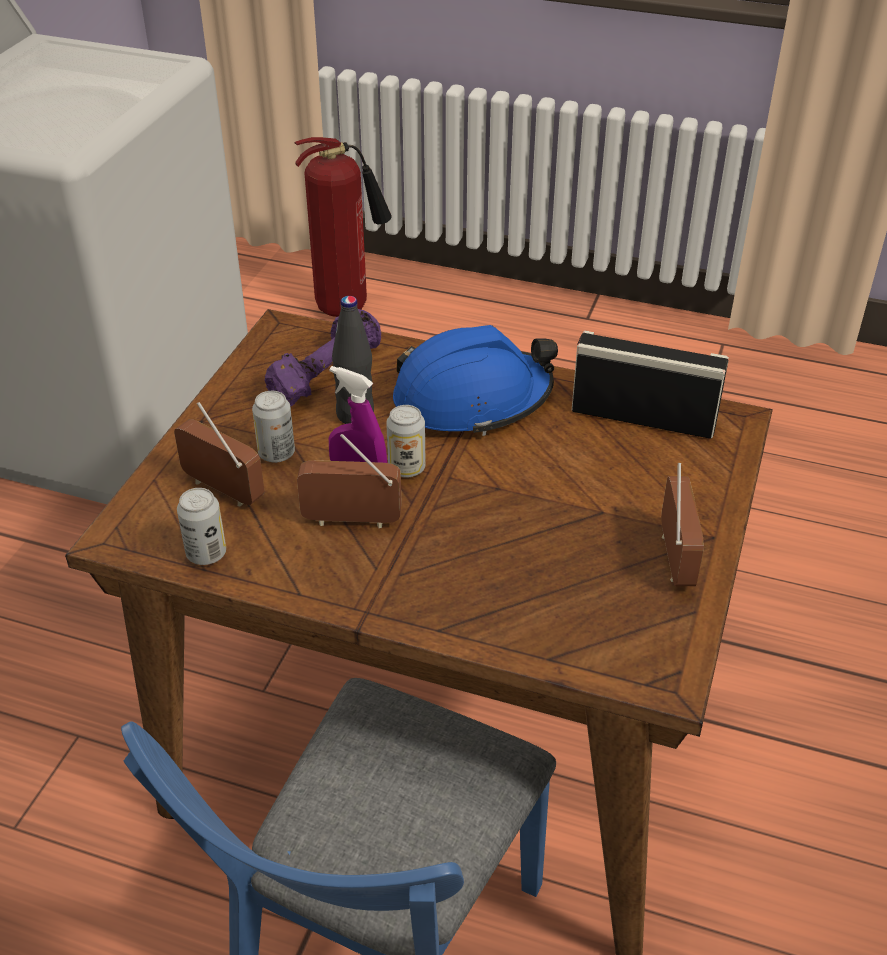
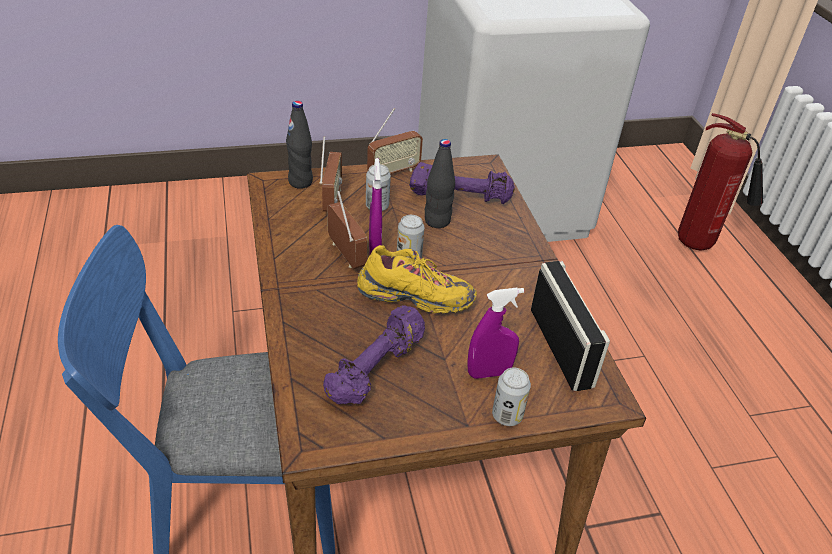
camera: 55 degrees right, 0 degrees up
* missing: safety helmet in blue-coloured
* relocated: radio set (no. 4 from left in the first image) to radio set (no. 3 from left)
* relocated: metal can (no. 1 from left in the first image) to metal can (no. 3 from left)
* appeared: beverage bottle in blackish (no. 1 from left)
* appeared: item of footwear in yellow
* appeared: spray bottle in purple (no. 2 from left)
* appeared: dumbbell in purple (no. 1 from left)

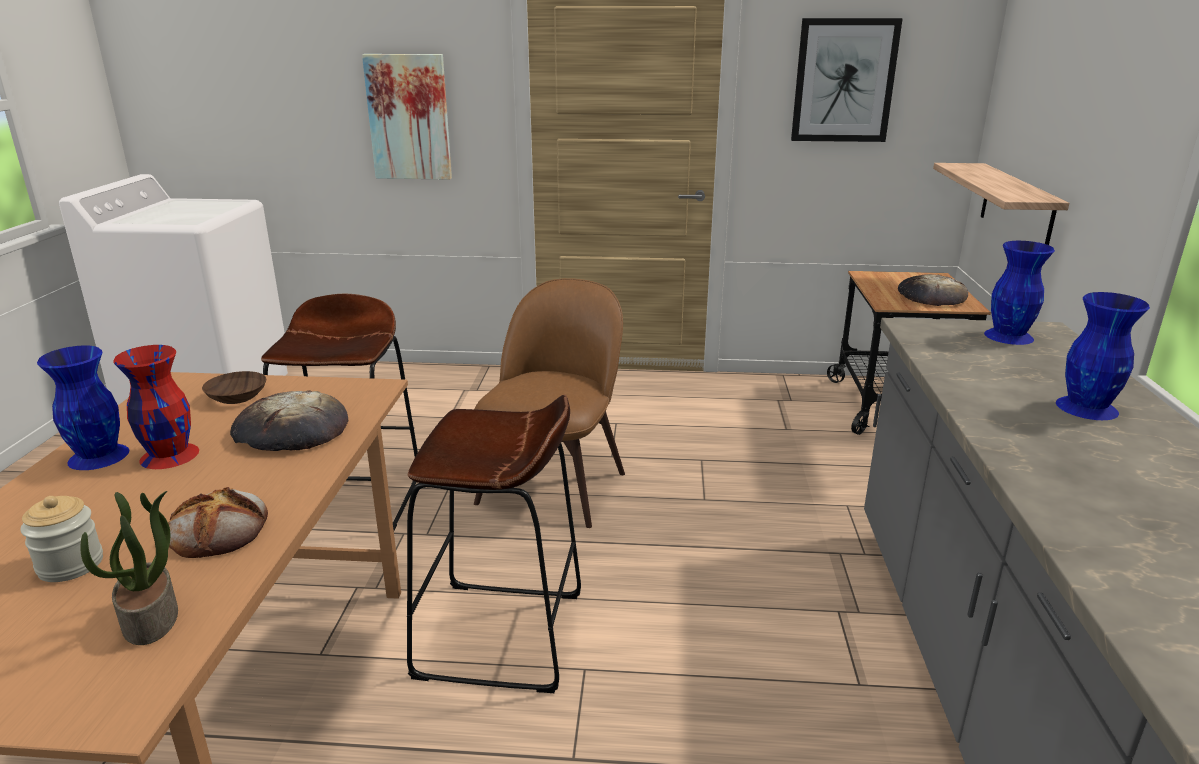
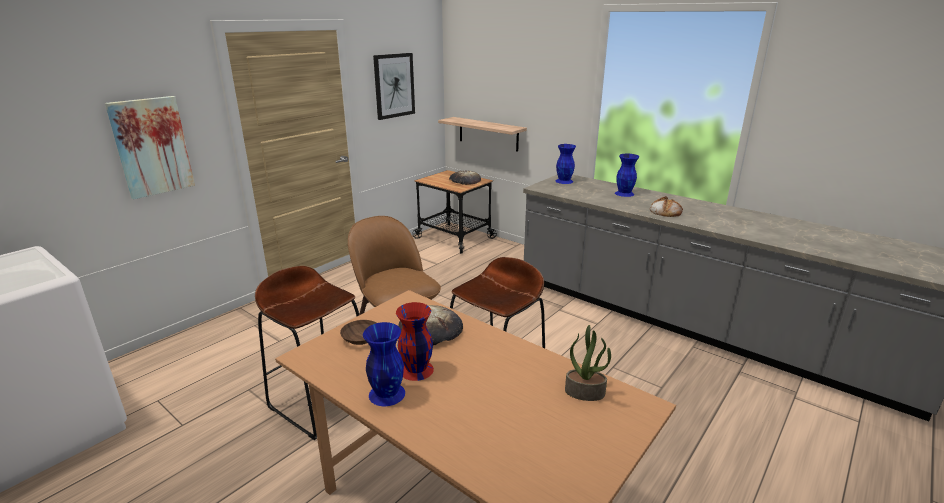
camera: 55 degrees left, 0 degrees up
* relocated: bakery bread (no. 1 from left in the first image) to bakery bread (no. 3 from left)
* missing: jar

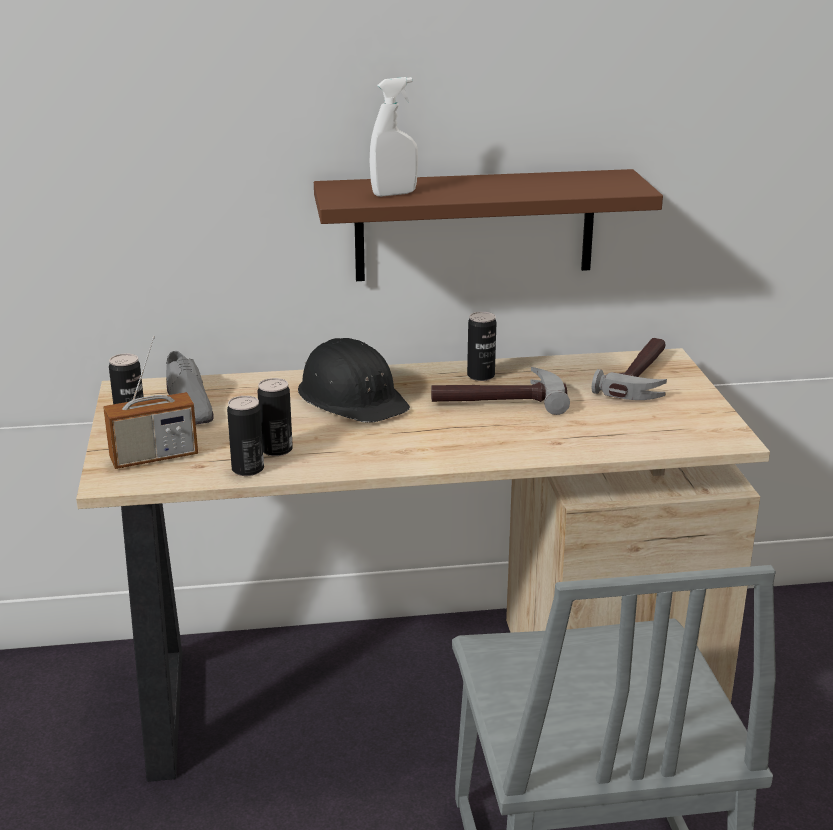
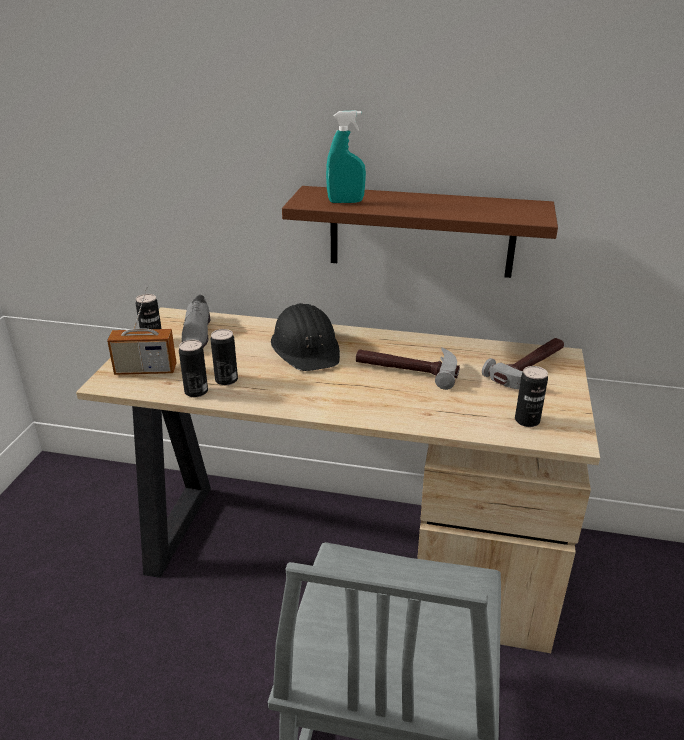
camera: 20 degrees right, 5 degrees up
* colour: spray bottle in whitish to spray bottle in turquoise-coloured
* relocated: metal can (no. 4 from left)

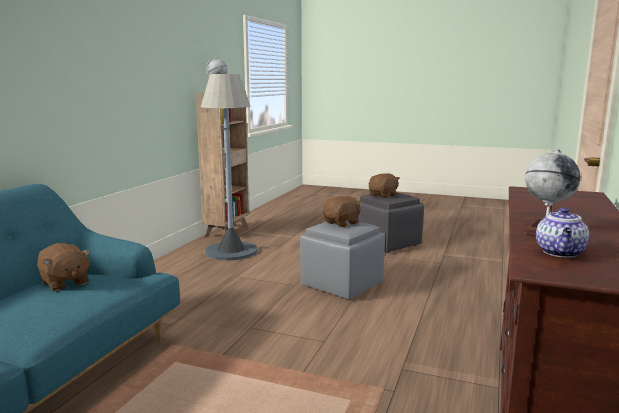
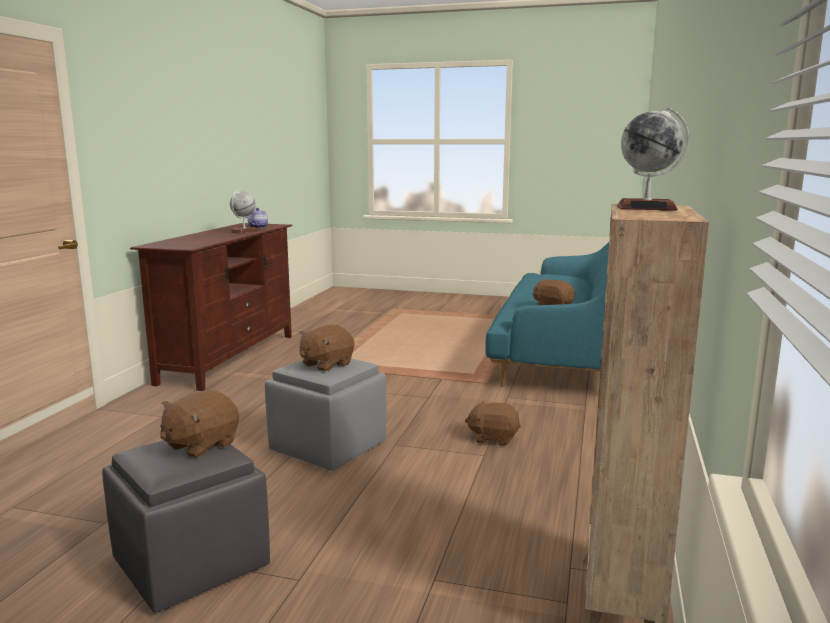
camera: 175 degrees right, 0 degrees up
* missing: standard lamp in grey
* appeared: soft toy in brown-coloured (no. 3 from left)

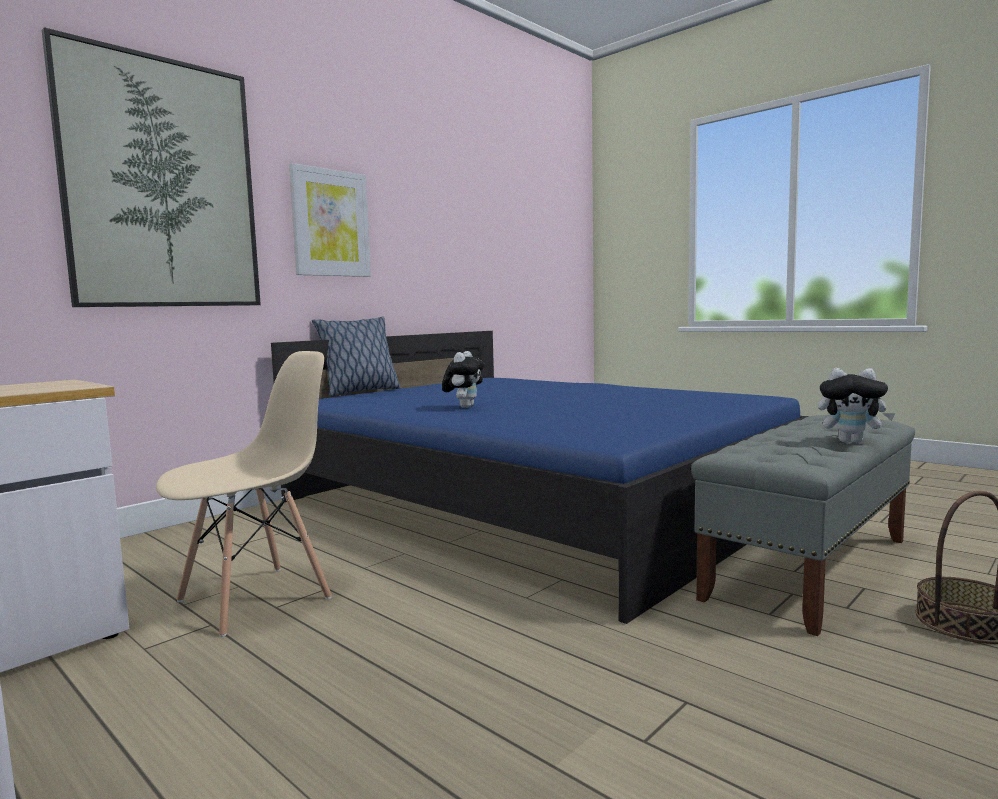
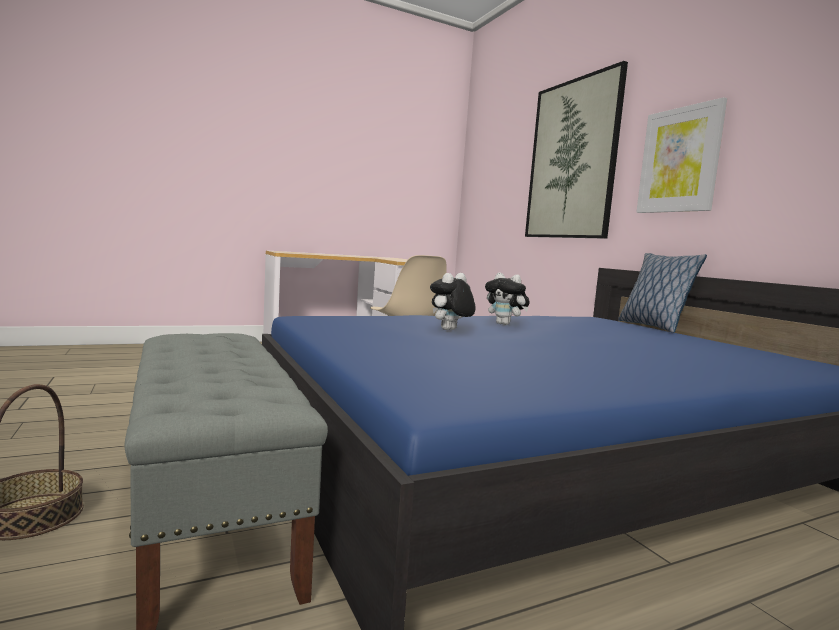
camera: 110 degrees right, 0 degrees up
* relocated: soft toy (no. 2 from left in the first image) to soft toy (no. 1 from left)

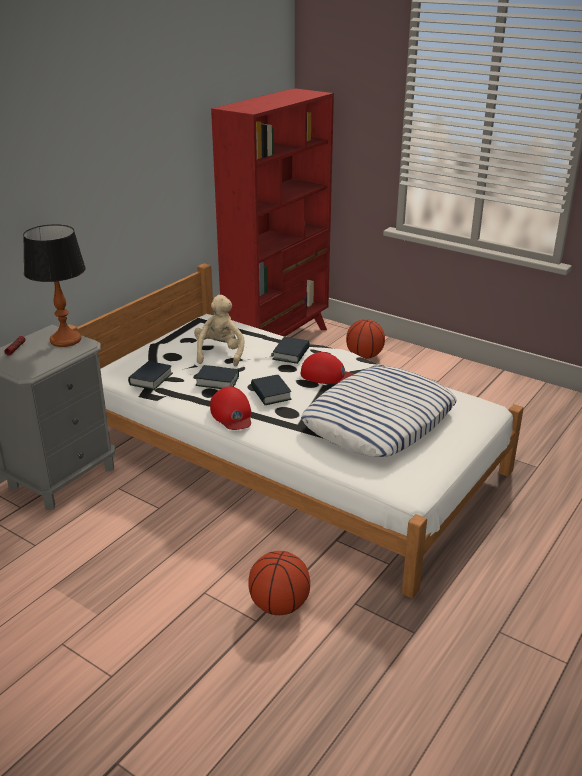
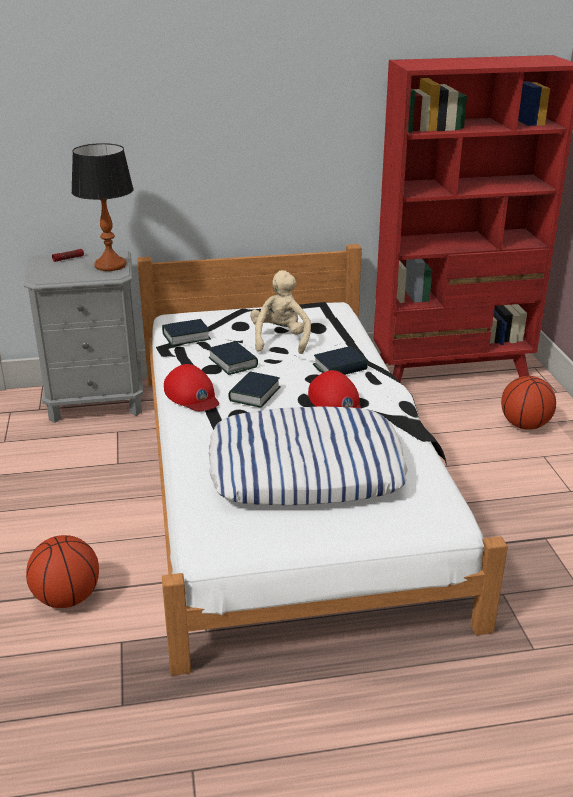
camera: 45 degrees right, 0 degrees up
* spun: soft toy in beige 45 degrees counterclockwise
* spun: cap in red-coloured (no. 1 from left) 60 degrees counterclockwise

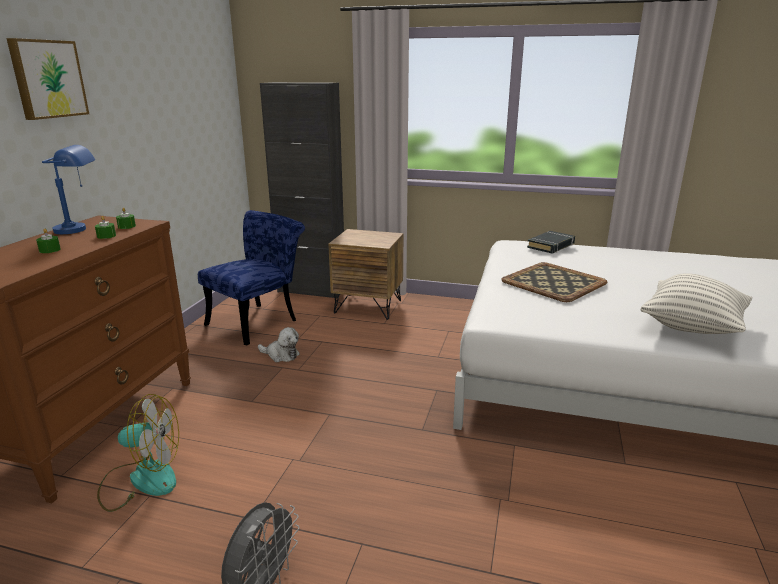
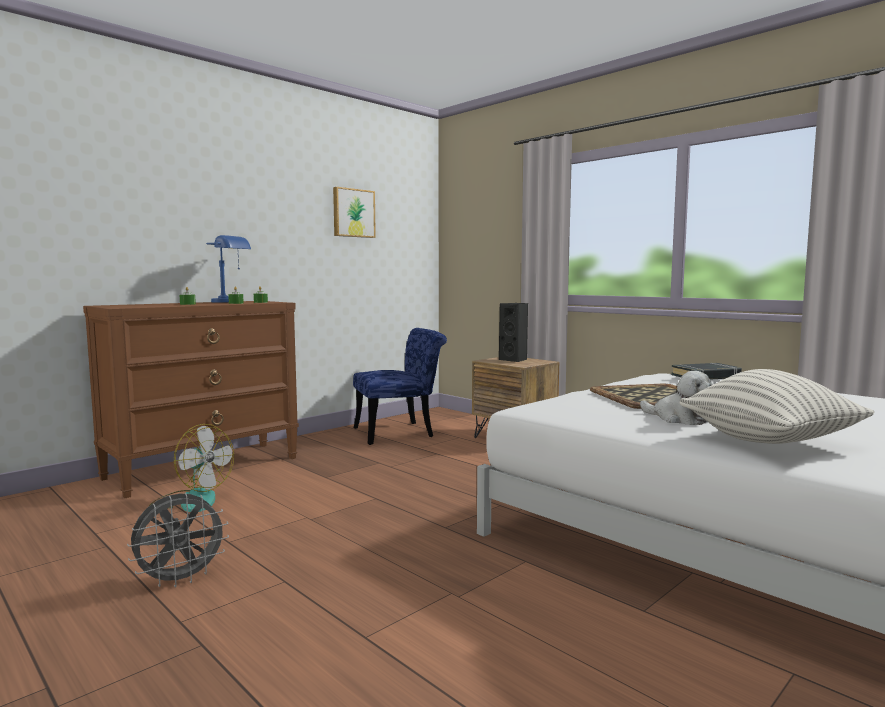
camera: 30 degrees right, 15 degrees down
* relocated: wall picture
* missing: storage cabinet in blackish
* relocated: soft toy
* appeared: audio speaker in blackish

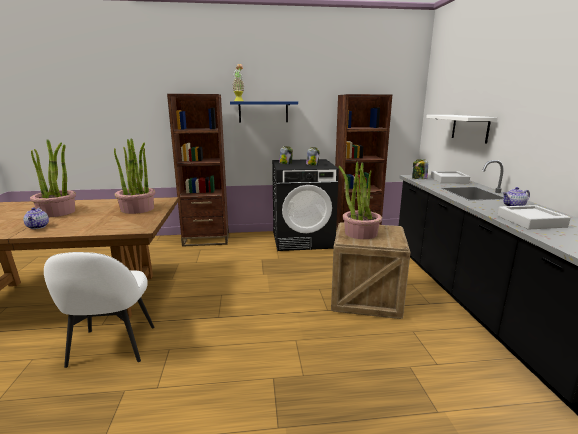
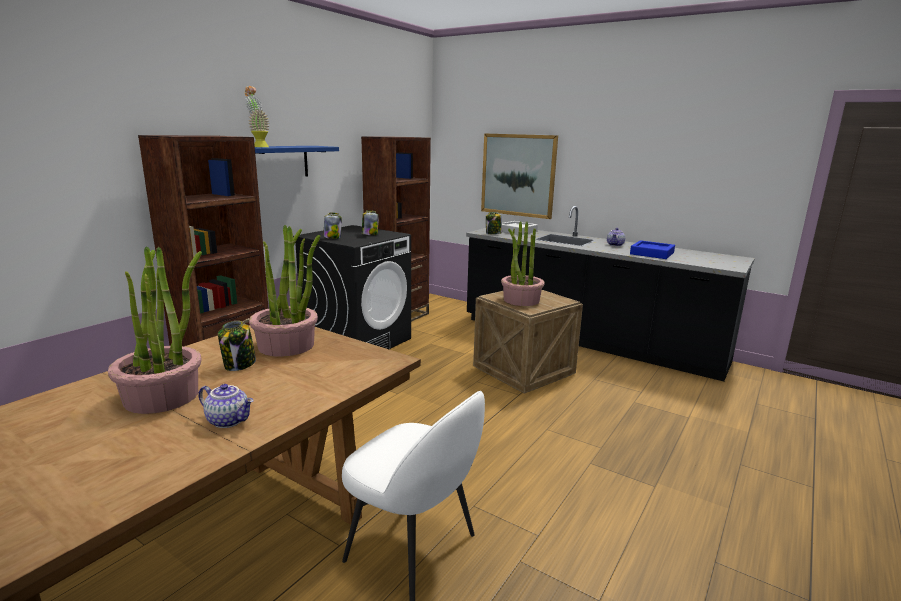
camera: 50 degrees left, 0 degrees up
* exchanged: shelf in whitish to wall picture
* colour: tray in grey (no. 2 from left) to tray in blue-coloured
* appeared: jar (no. 1 from left)

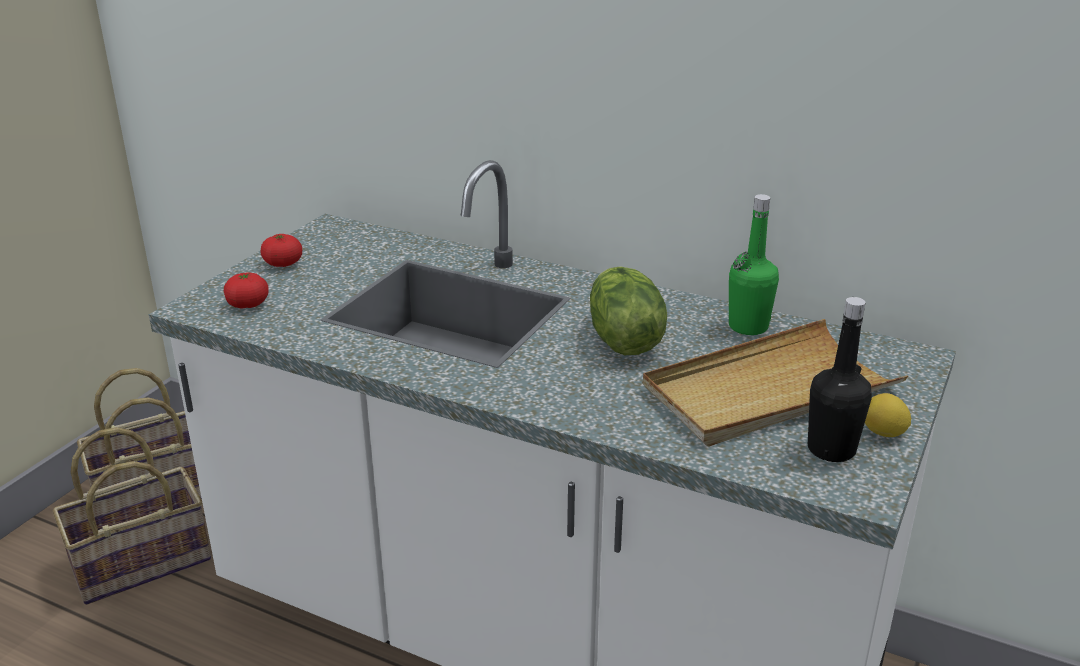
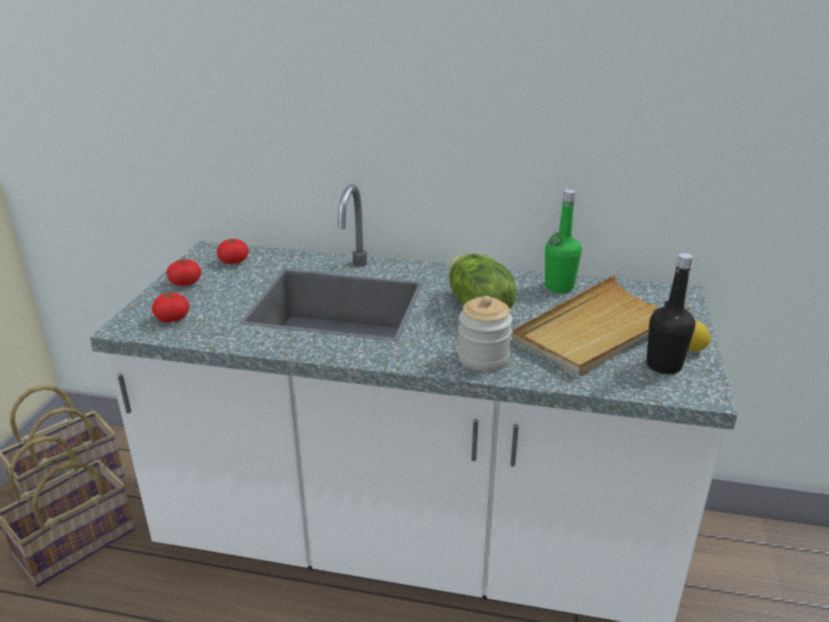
camera: 15 degrees left, 0 degrees up
* appeared: tomato (no. 3 from left)
* appeared: jar

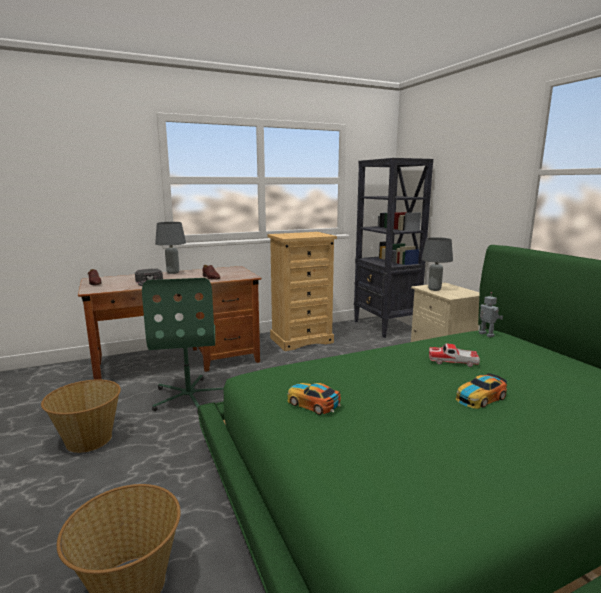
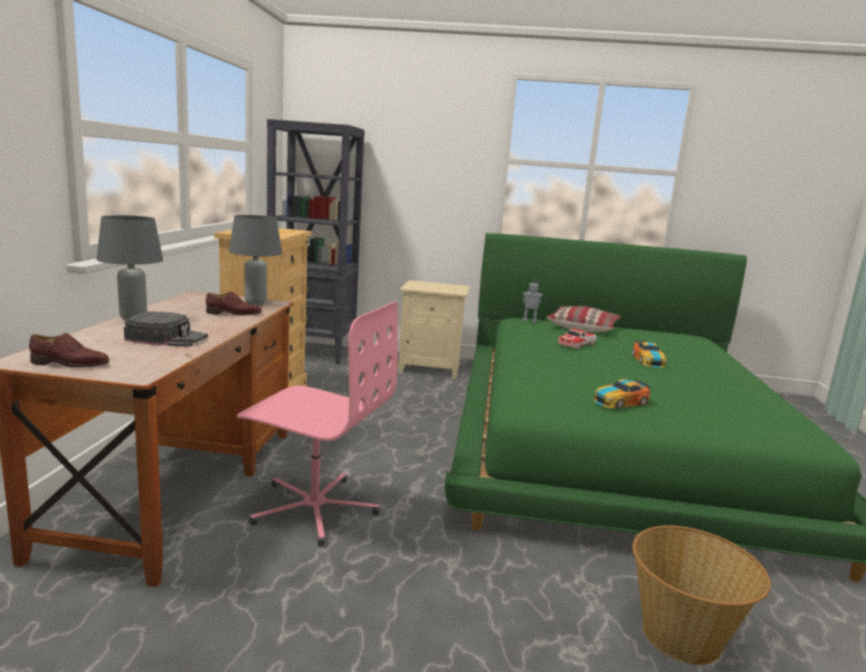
camera: 60 degrees left, 0 degrees up
* relocated: lamp for a table in grey (no. 2 from left)
* colour: desk chair in greenish to desk chair in pink
* missing: basket (no. 1 from left)
* appeared: cushion

